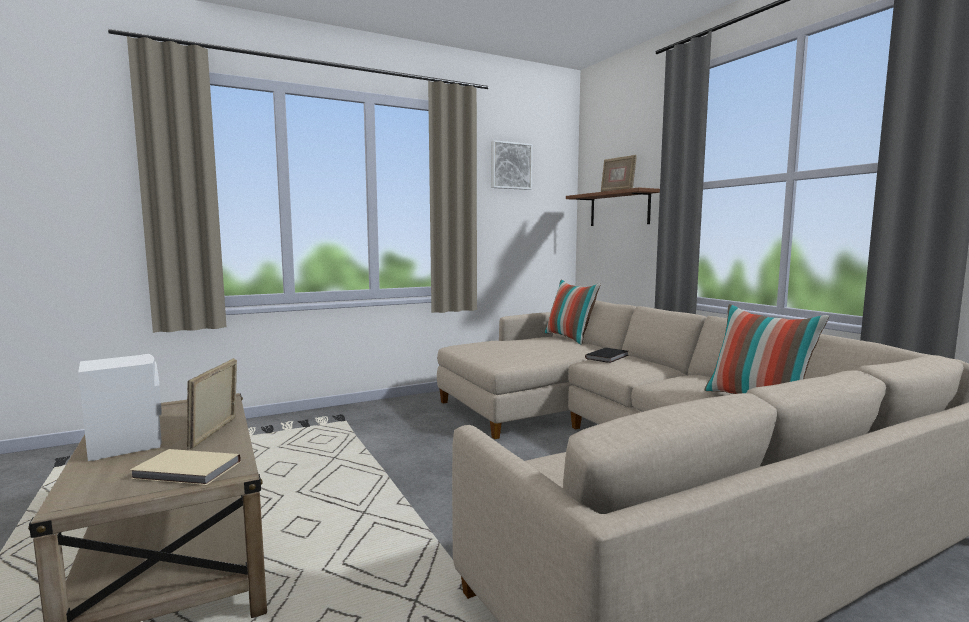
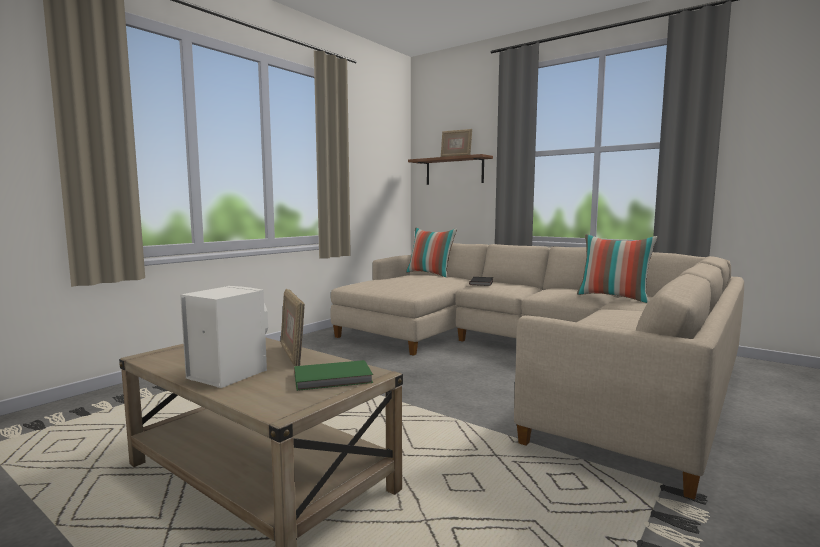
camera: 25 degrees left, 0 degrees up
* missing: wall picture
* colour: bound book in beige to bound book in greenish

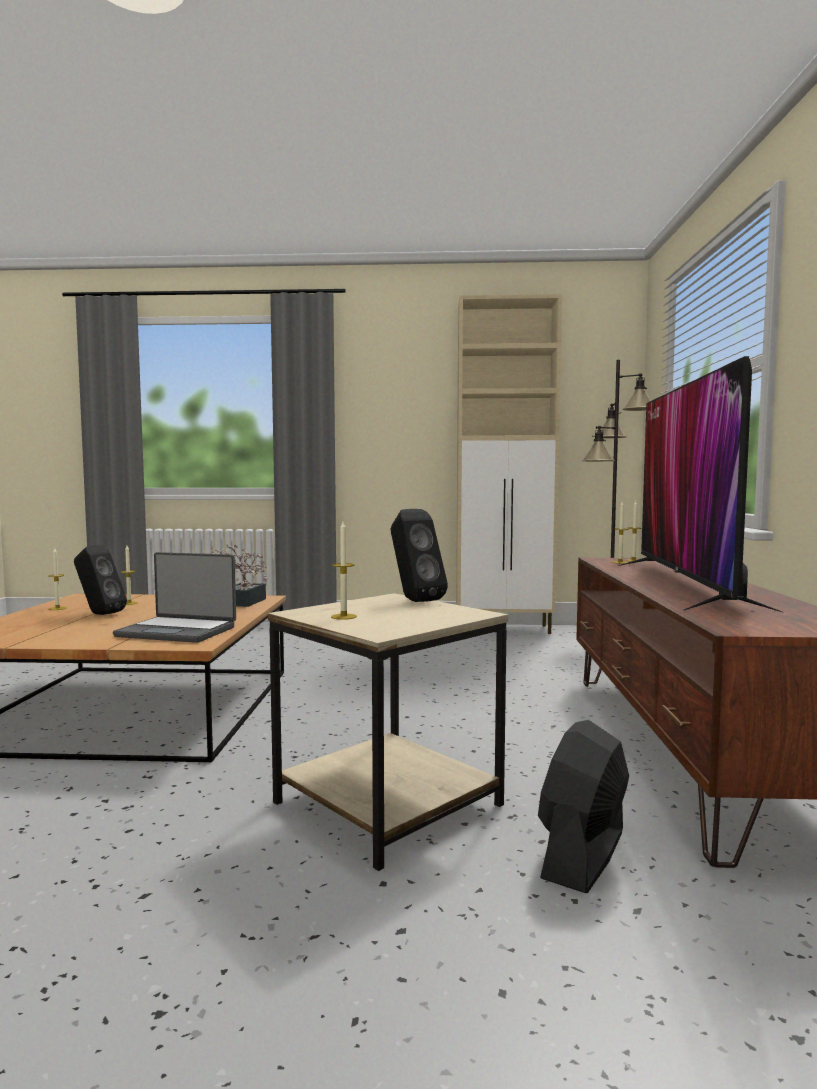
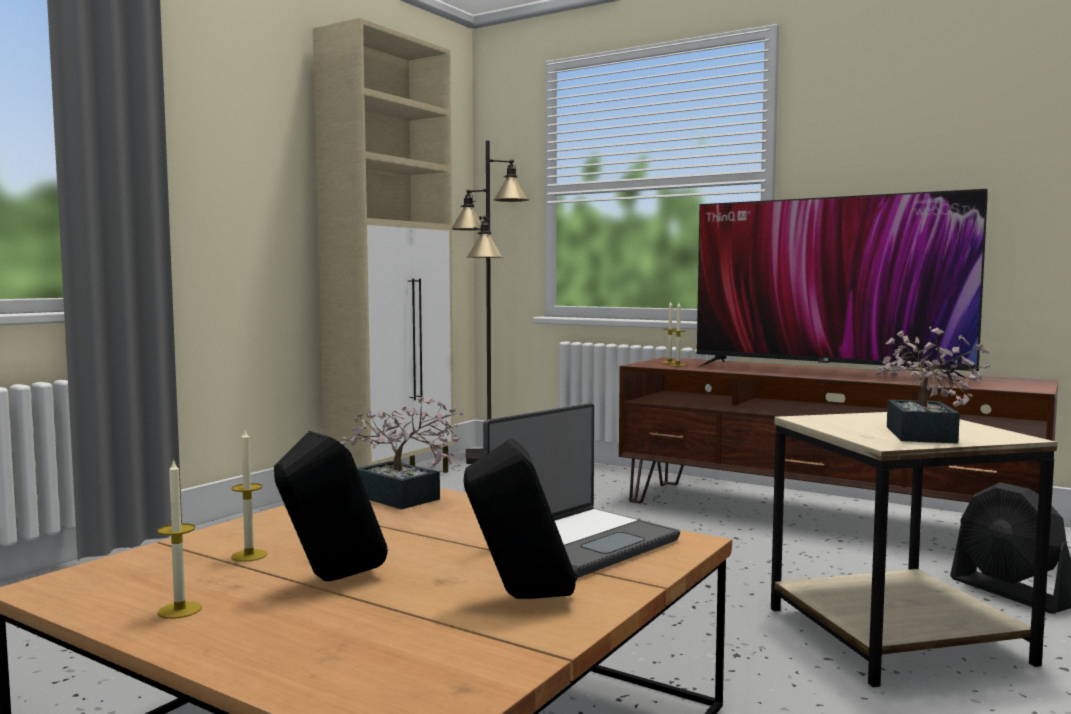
camera: 60 degrees left, 0 degrees up
* relocated: audio speaker in blackish (no. 2 from left)
* exchanged: candle (no. 3 from left) to plant in a pot (no. 2 from left)

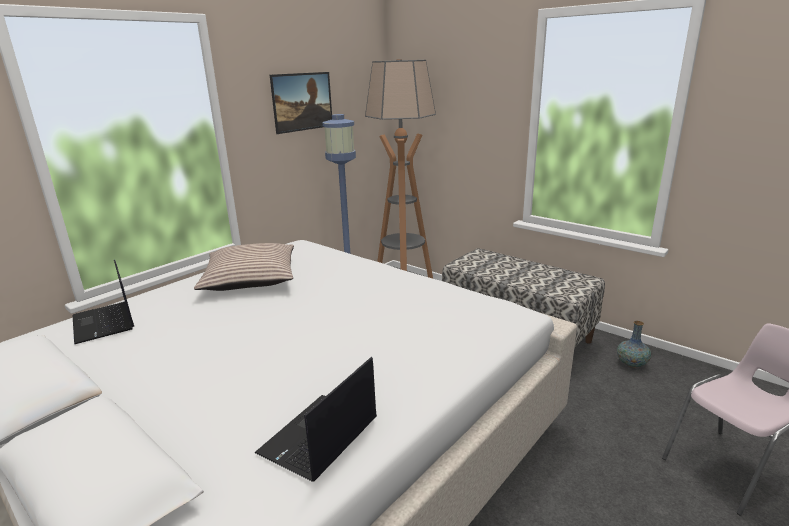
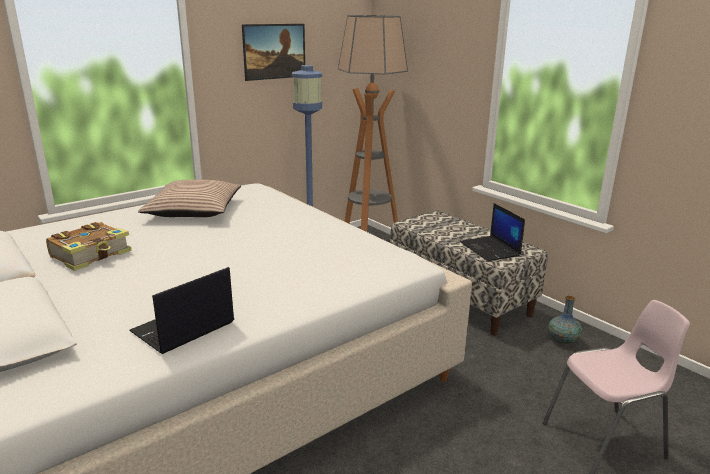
camera: 10 degrees right, 0 degrees up
* relocated: portable computer (no. 1 from left in the first image) to portable computer (no. 2 from left)
* appeared: bound book

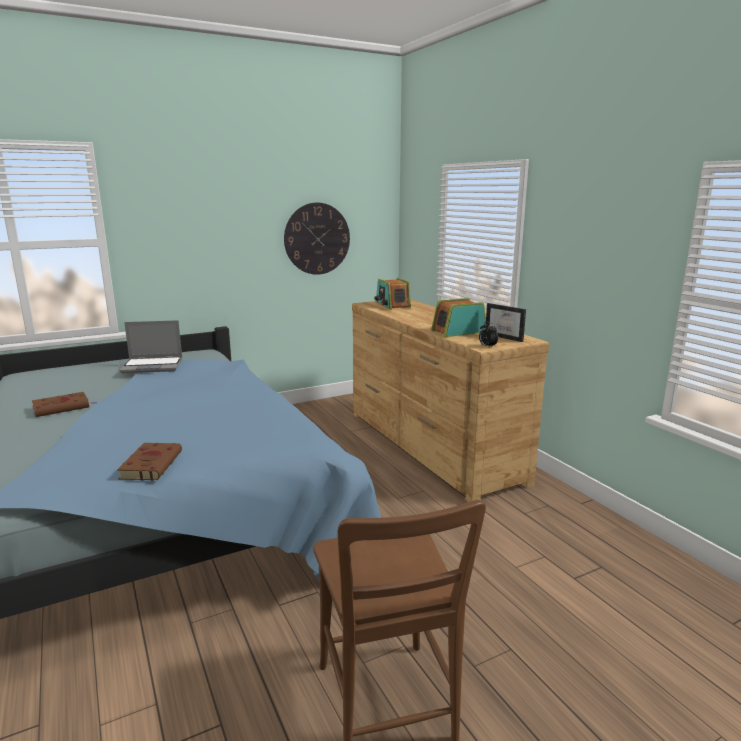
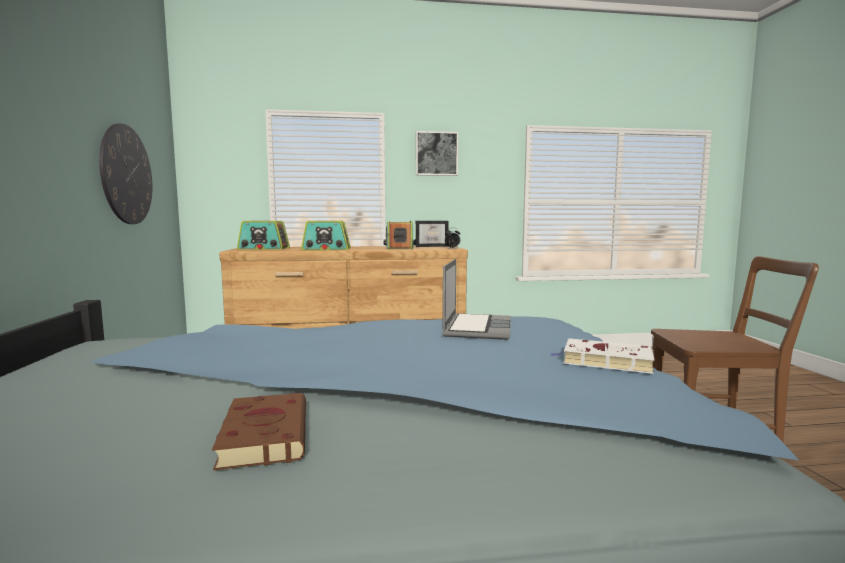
camera: 70 degrees left, 10 degrees down
* relocated: portable computer
* colour: bound book in brown-coloured (no. 2 from left) to bound book in whitish
* appeared: wall picture
* appeared: radio set (no. 2 from left)

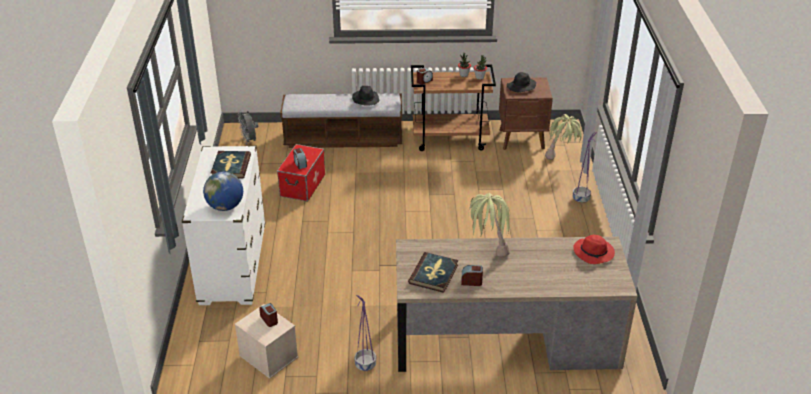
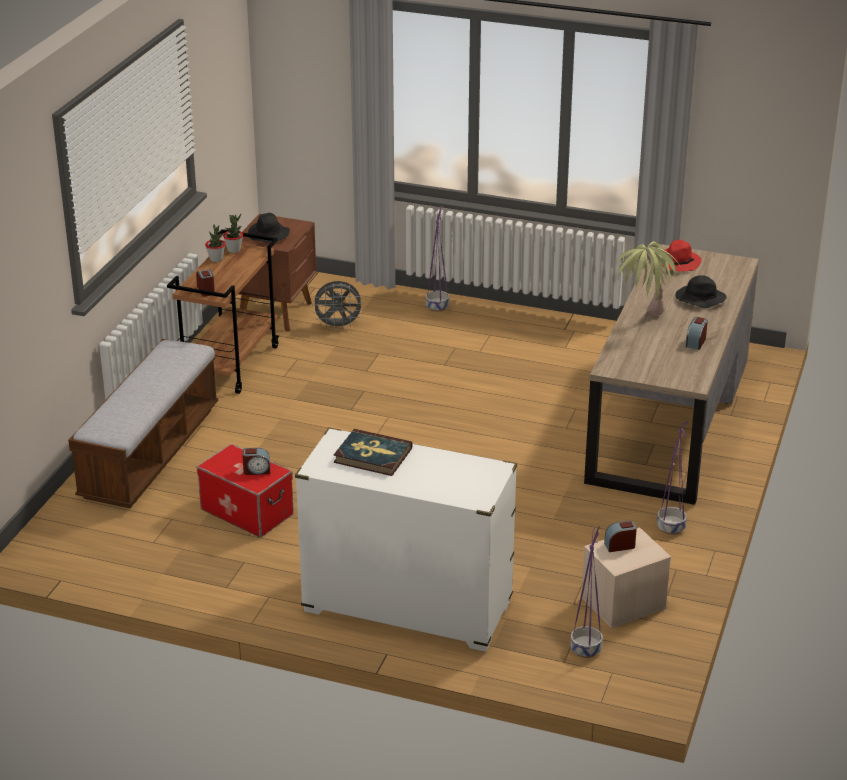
camera: 70 degrees left, 5 degrees down
* relocated: clothing hat in blackish (no. 1 from left in the first image) to clothing hat in blackish (no. 2 from left)
* relocated: fan in grey
* missing: plant in a pot (no. 4 from left)
* missing: desk globe
* missing: bound book (no. 2 from left)
* appeared: plant pot in purple (no. 2 from left)

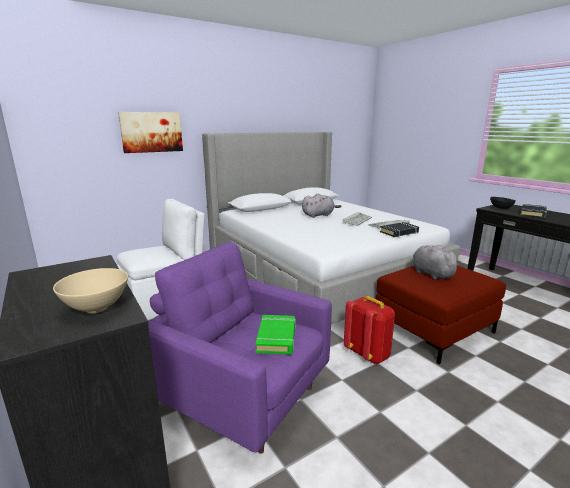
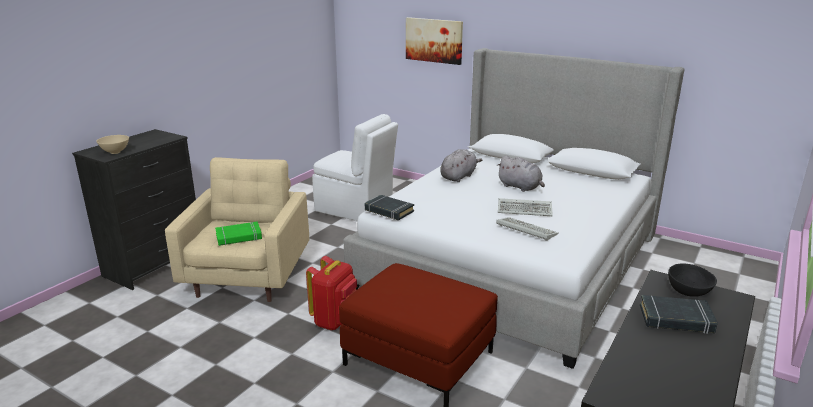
camera: 65 degrees right, 5 degrees up
* relocated: bound book in blackish (no. 1 from left)
* colour: easy chair in purple to easy chair in beige
* relocated: soft toy in grey (no. 2 from left in the first image) to soft toy in grey (no. 1 from left)

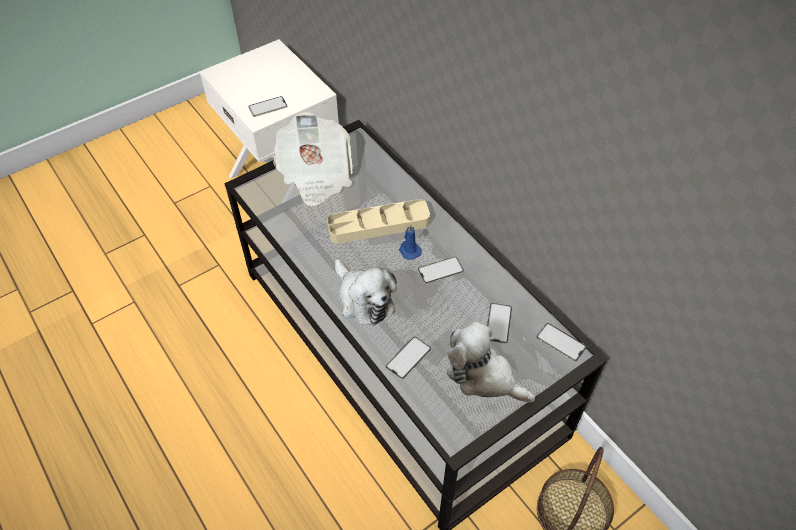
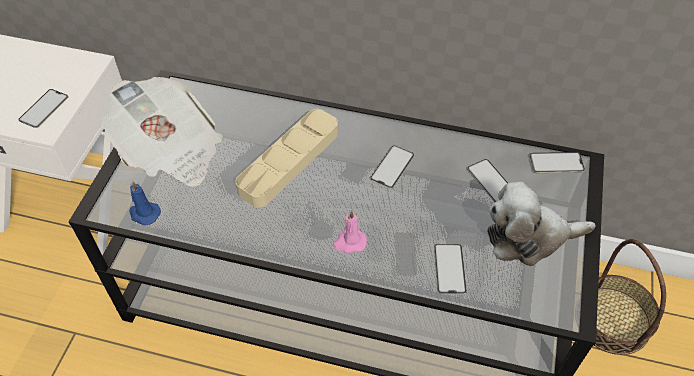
camera: 40 degrees left, 0 degrees up
* relocated: candle in blue-coloured
* exchanged: soft toy (no. 1 from left) to candle in pink

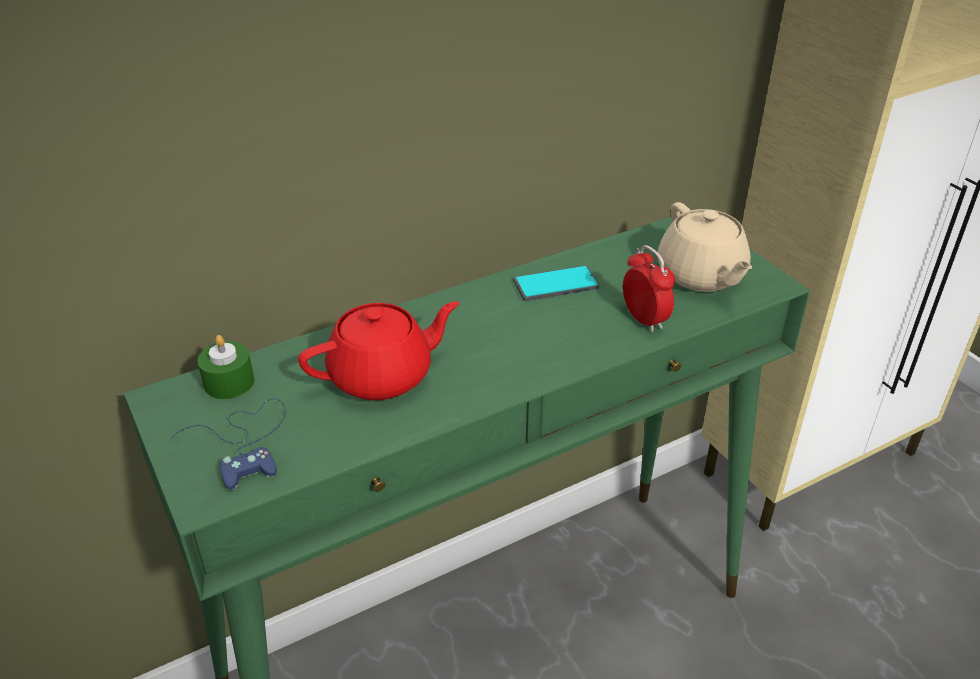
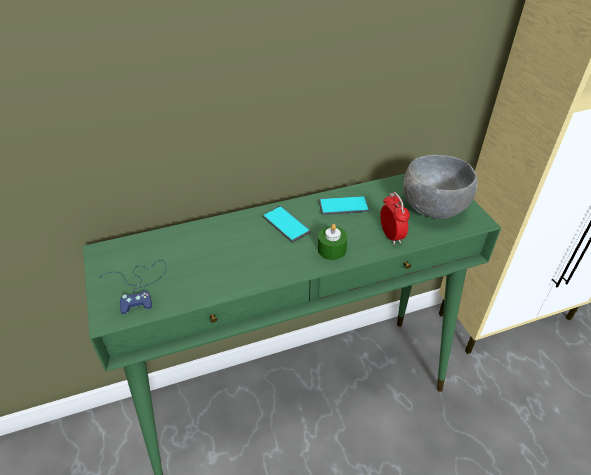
camera: 10 degrees right, 5 degrees up
* exchanged: teapot in beige to deep dish in grey
* missing: teapot in red-coloured
* relocated: candle in greenish
* appeared: telephone (no. 1 from left)

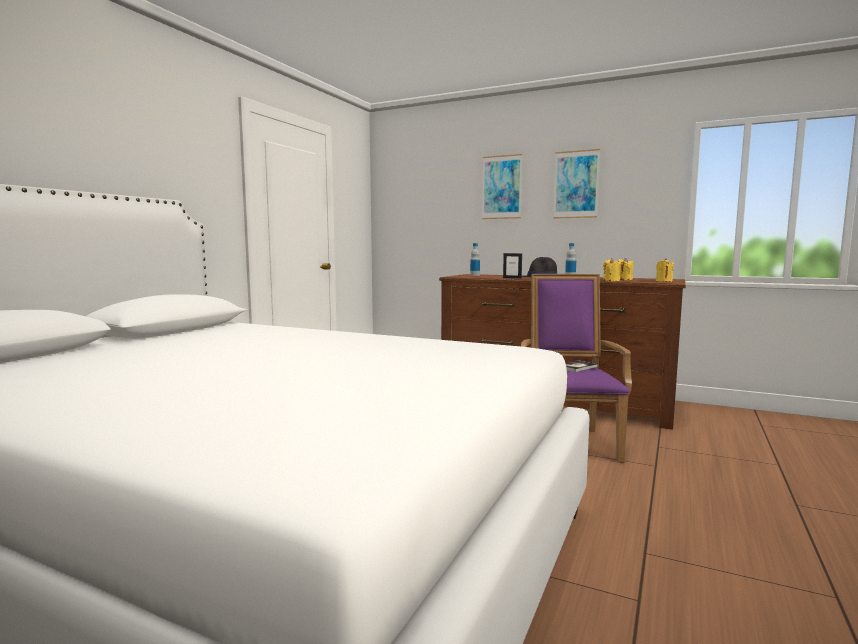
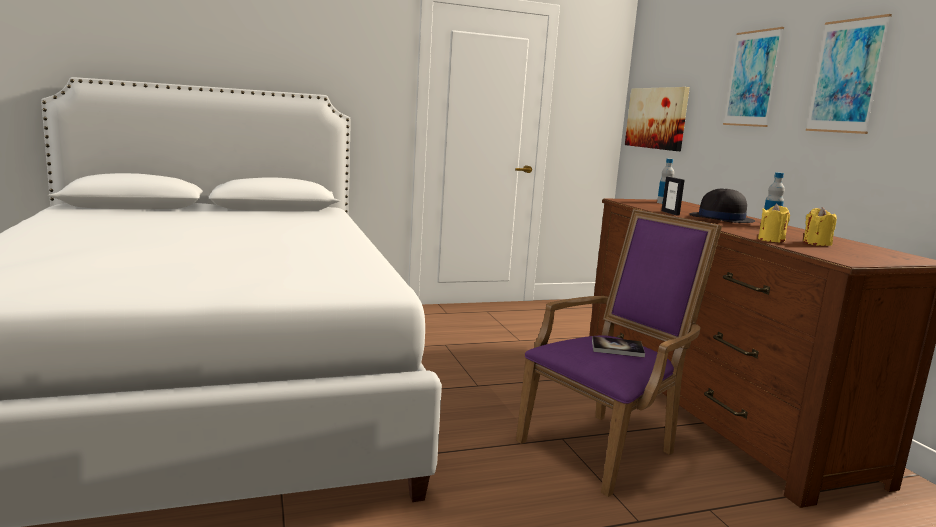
camera: 45 degrees right, 5 degrees up
* missing: candle in yellow (no. 3 from left)
* appeared: wall picture (no. 1 from left)

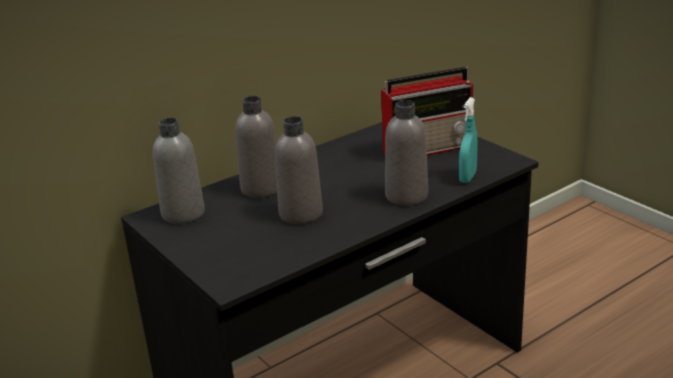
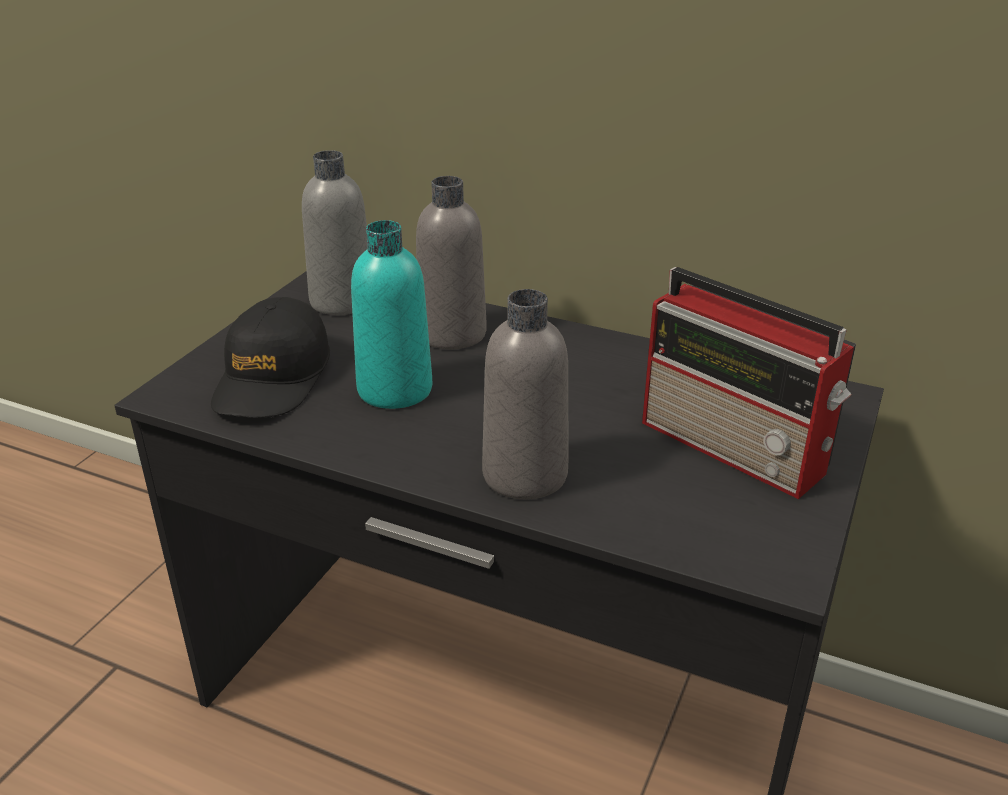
camera: 60 degrees right, 5 degrees up
* missing: spray bottle in turquoise-coloured
* colour: beverage bottle in grey (no. 3 from left) to beverage bottle in turquoise-coloured
* appeared: cap in blackish

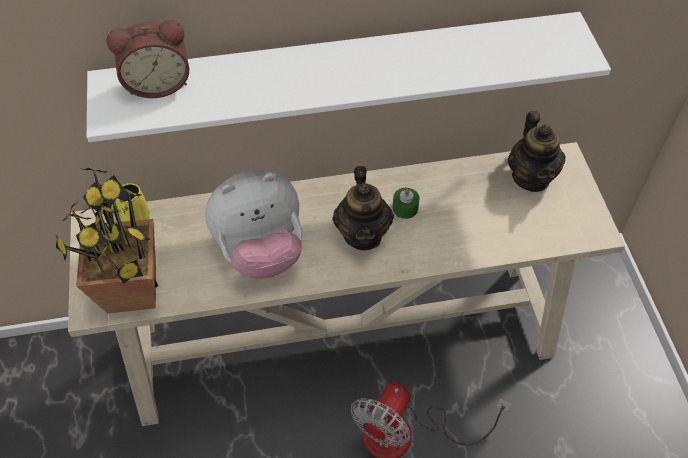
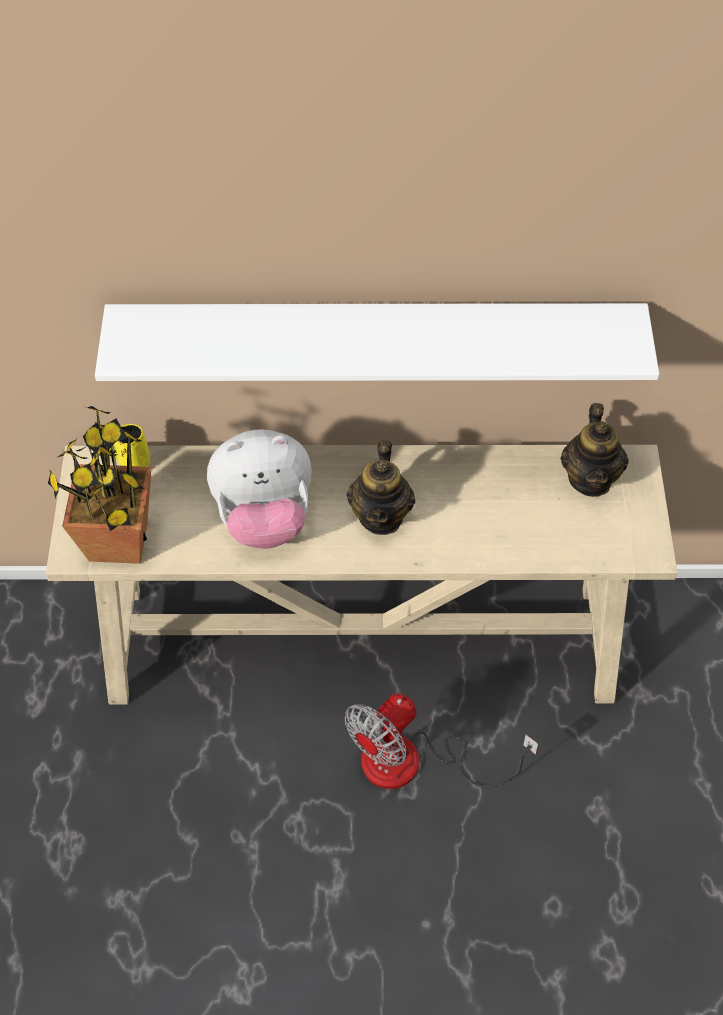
camera: 10 degrees right, 0 degrees up
* missing: table clock
* missing: candle in greenish

